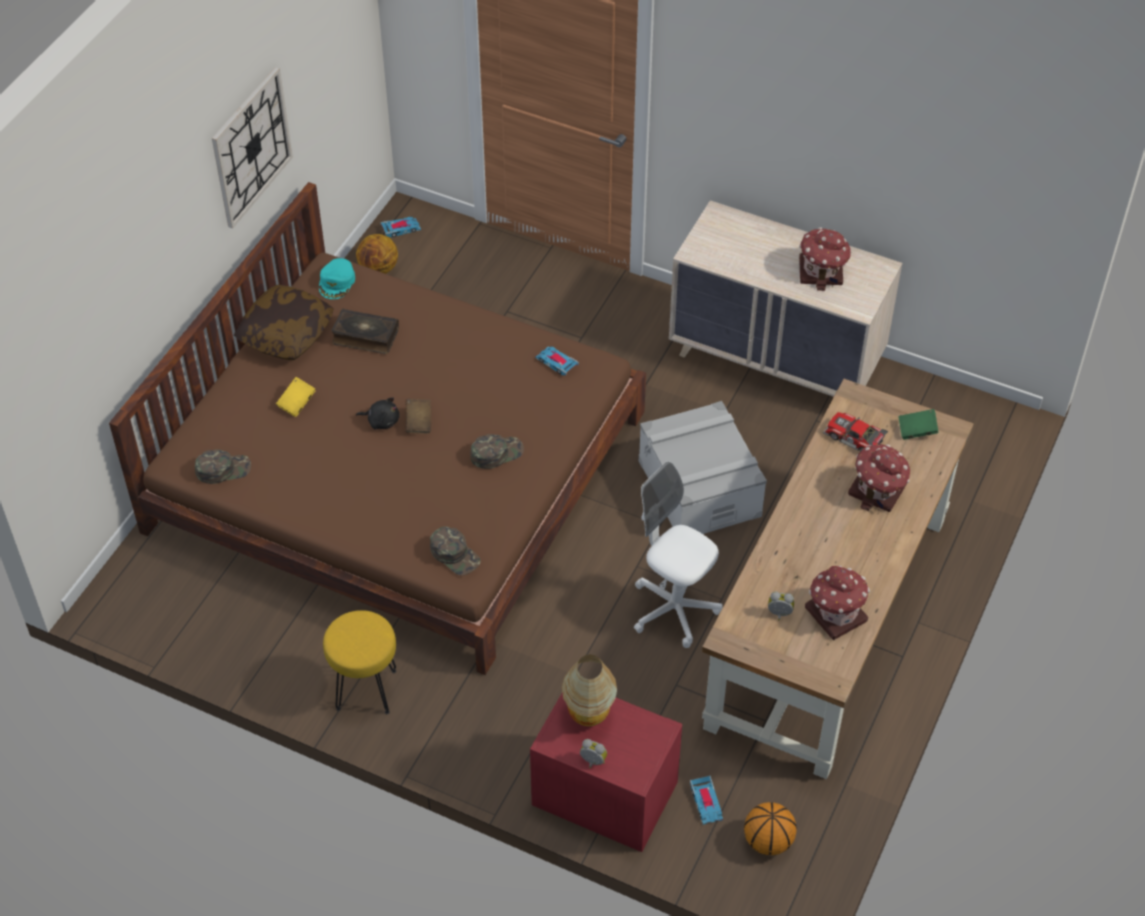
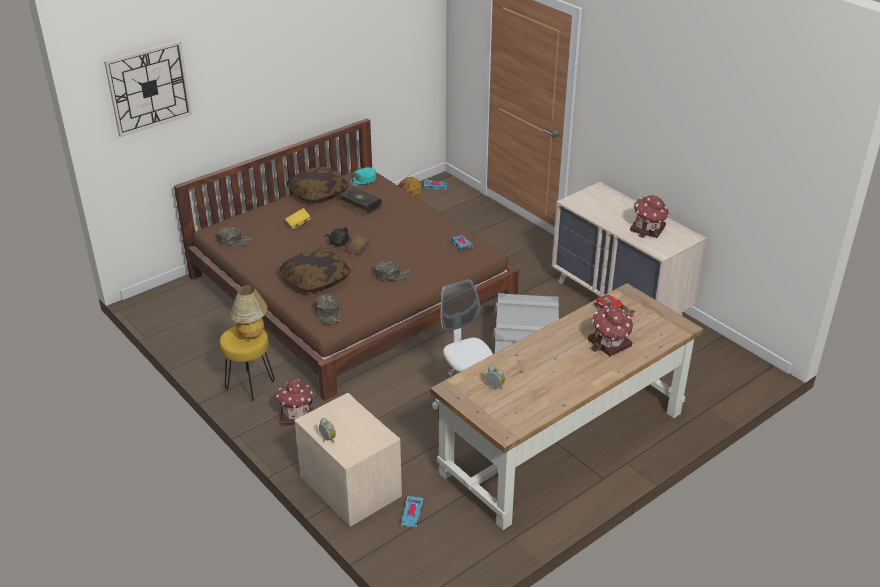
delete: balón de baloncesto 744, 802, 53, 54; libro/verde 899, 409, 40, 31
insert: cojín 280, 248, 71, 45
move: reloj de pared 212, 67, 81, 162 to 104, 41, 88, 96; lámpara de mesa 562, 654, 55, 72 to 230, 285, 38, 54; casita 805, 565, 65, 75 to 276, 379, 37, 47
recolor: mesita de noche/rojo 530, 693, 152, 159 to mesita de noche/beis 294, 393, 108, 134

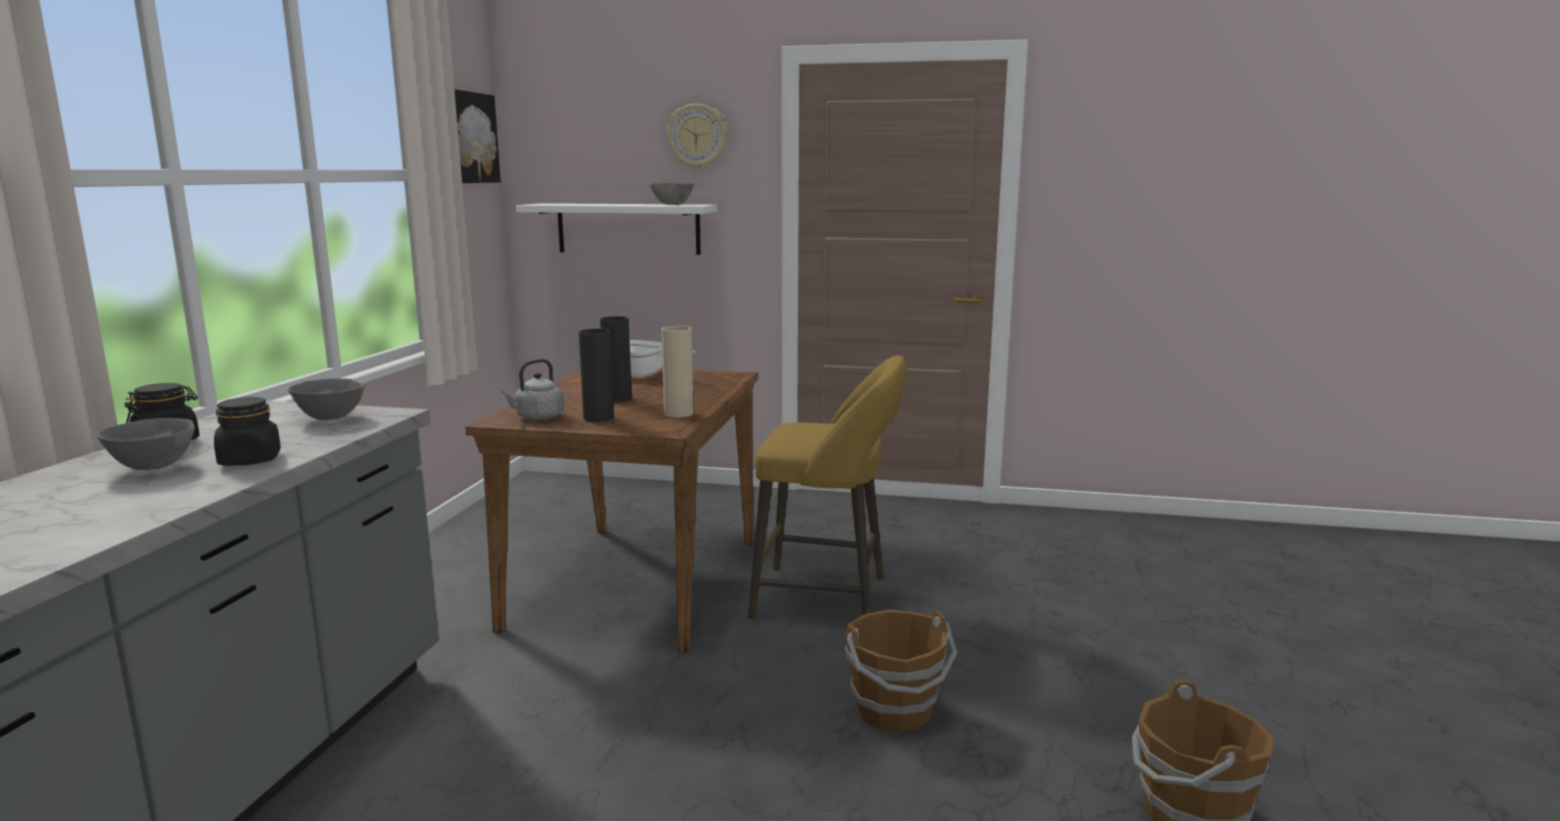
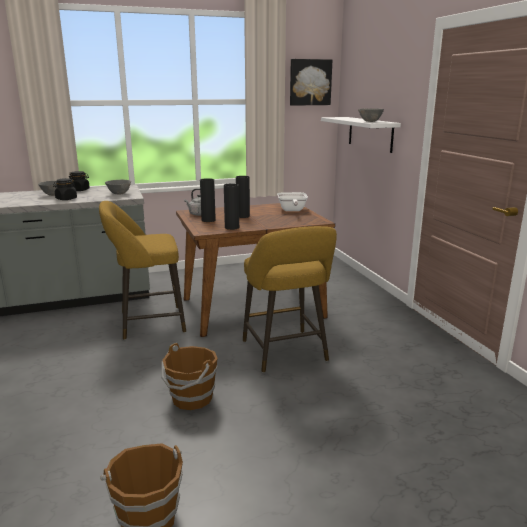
delete: reloj de pared 666, 104, 61, 66
insert: taburete/amarillo 99, 201, 87, 139
recolor: florero/beis 661, 326, 33, 92 to florero/negro 224, 184, 15, 46

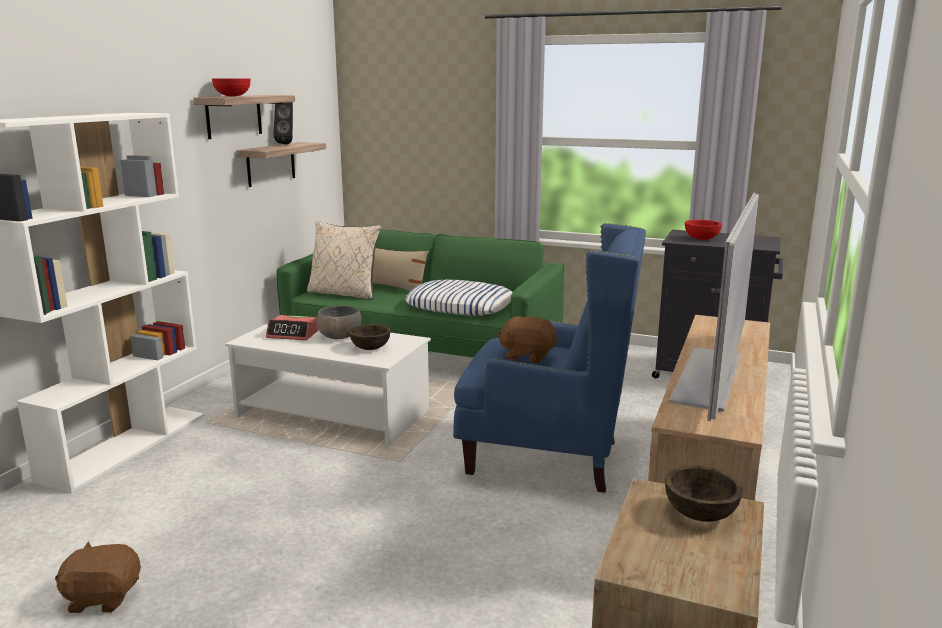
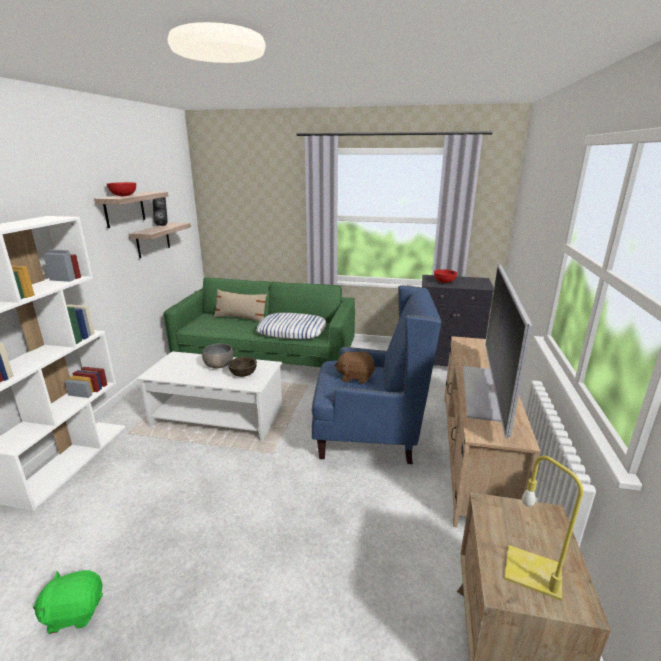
delete: despertador 266, 315, 53, 25; cojín/beis 307, 221, 74, 79; cuenco/marrón 665, 466, 78, 56
insert: lámpara de mesa/amarillo 504, 456, 79, 145
recolor: peluche/marrón 55, 541, 86, 72 to peluche/verde 33, 570, 70, 64

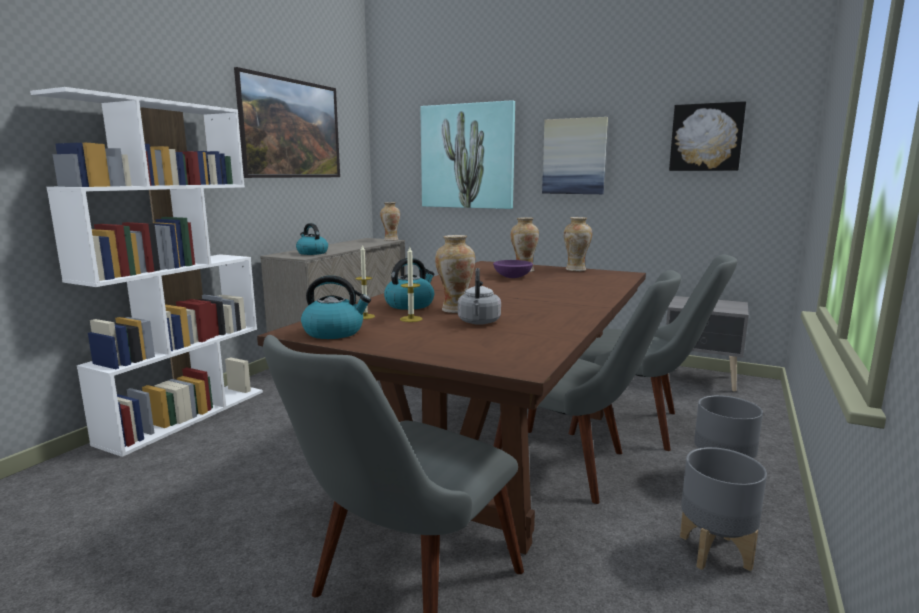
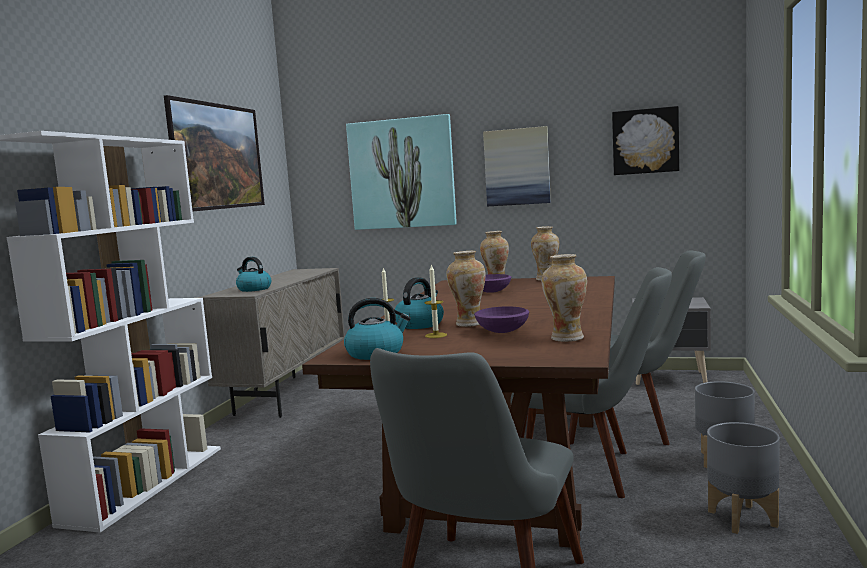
move: florero 380, 202, 20, 39 to 542, 254, 45, 88
replace: hervidor/gris 458, 268, 43, 57 to cuenco/morado 474, 306, 55, 27

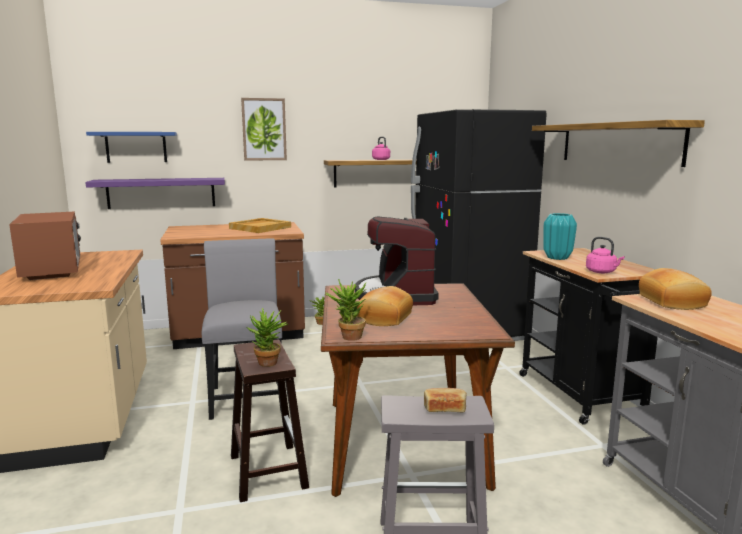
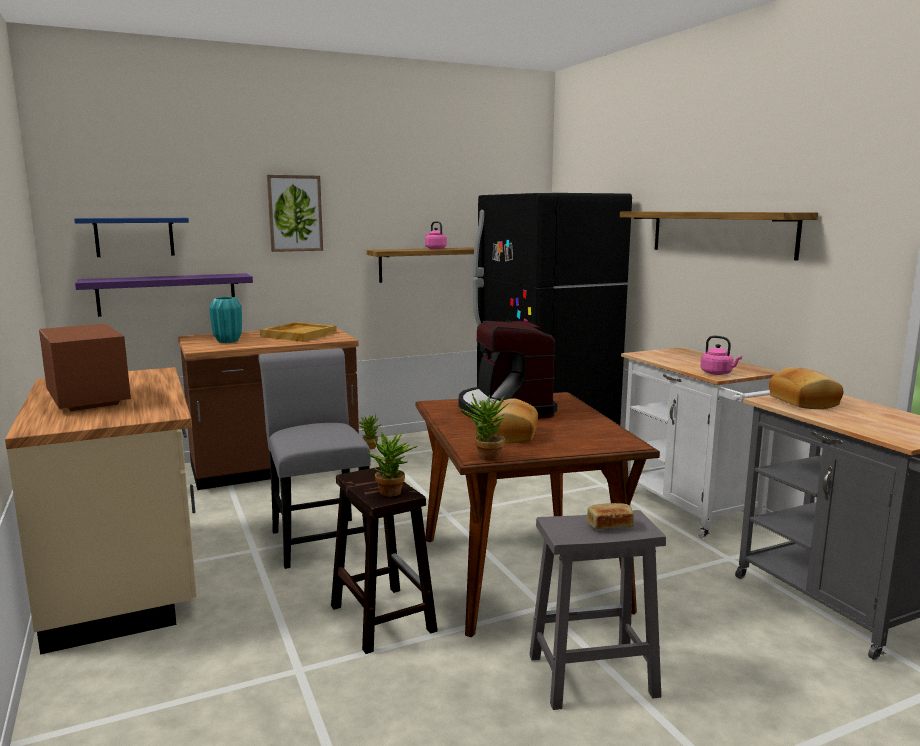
move: florero/turquesa 543, 213, 34, 47 to 209, 297, 33, 46
recolor: carrito/negro 519, 248, 139, 177 to carrito/blanco 621, 347, 159, 192

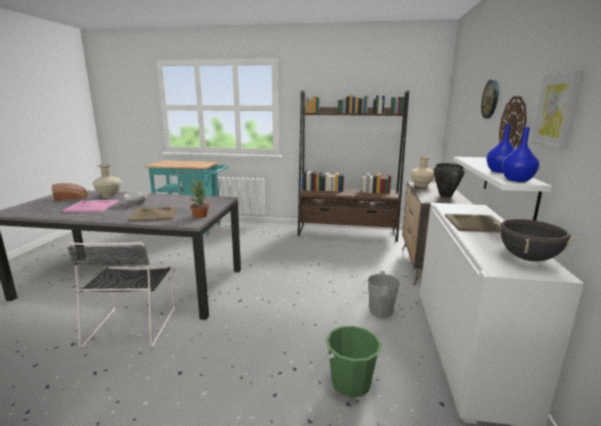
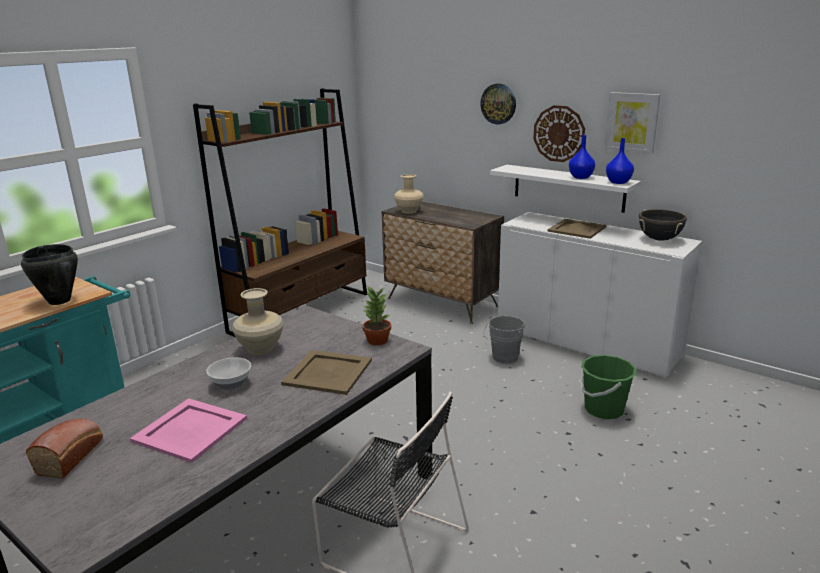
move: florero/beis 93, 164, 29, 34 to 232, 288, 52, 67; olla/negro 434, 163, 31, 34 to 21, 244, 57, 61

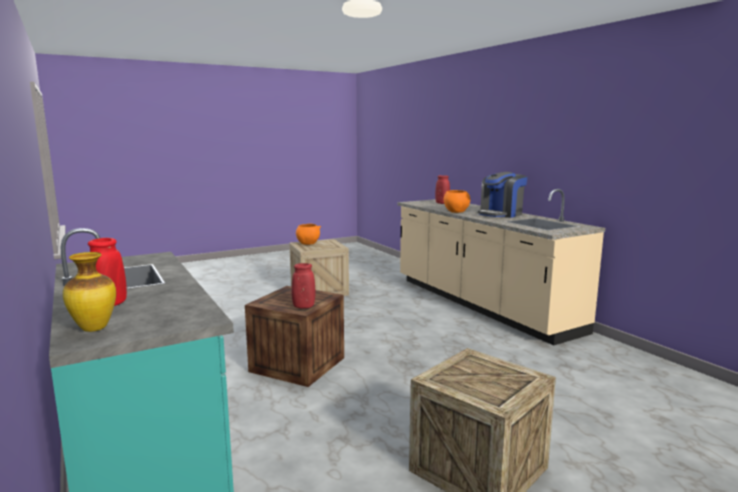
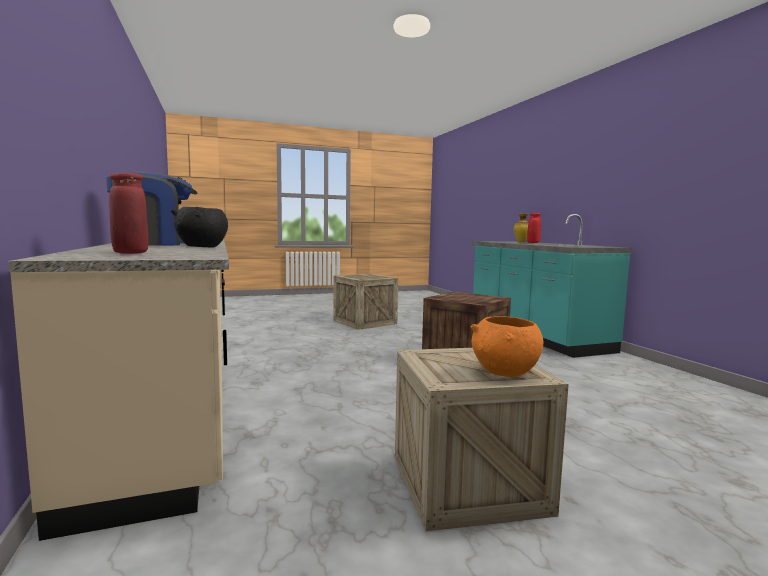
delete: florero/rojo 291, 263, 25, 46
recolor: cuenco/naranja 444, 190, 26, 23 to cuenco/negro 171, 207, 57, 40

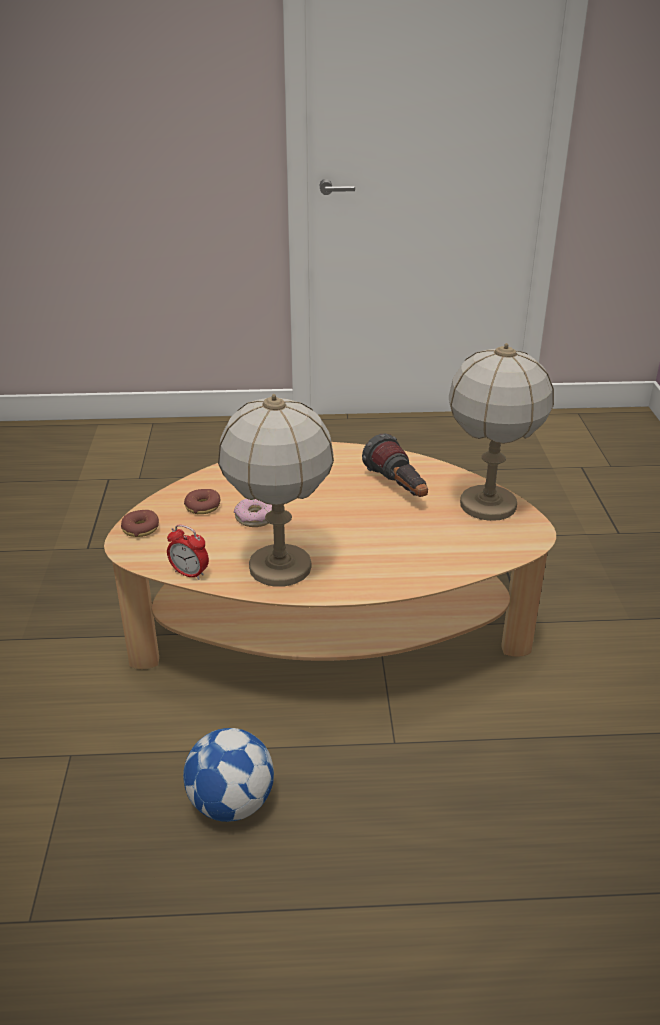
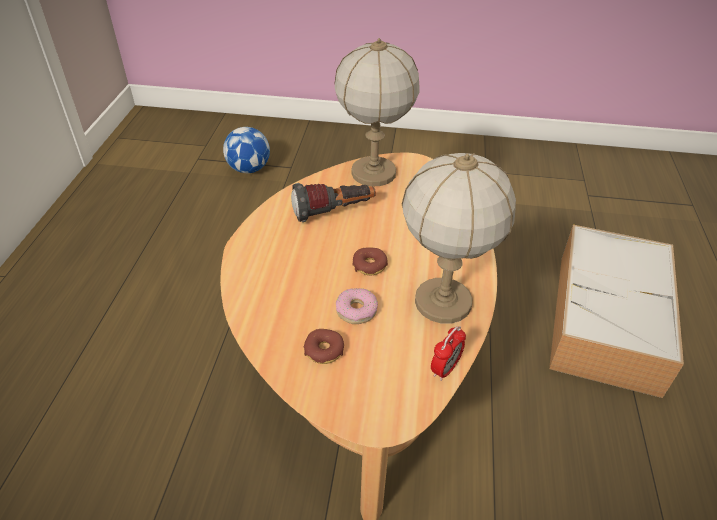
insert: caja de almacenaje 549, 224, 135, 174
move: rosquilla 121, 510, 38, 27 to 352, 247, 36, 28; balón de fútbol 183, 728, 91, 94 to 223, 127, 47, 46

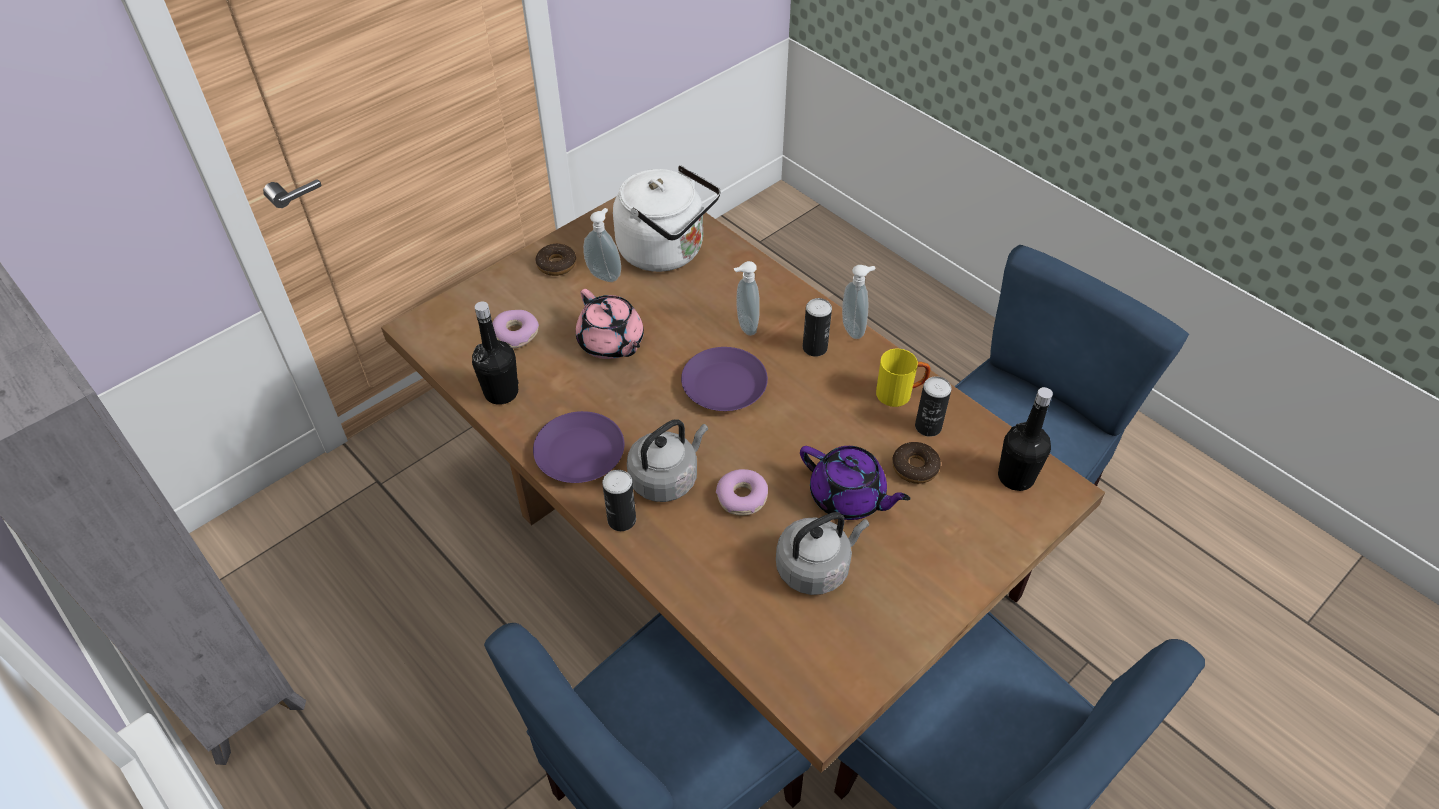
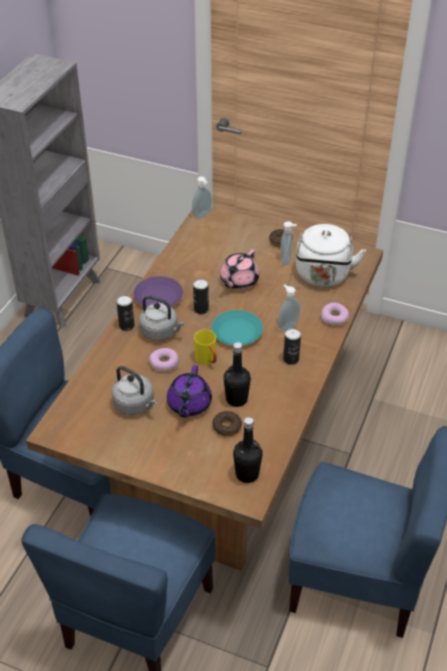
move: botella/negro 472, 302, 46, 103 to 224, 342, 27, 65; rosquilla 493, 310, 46, 38 to 321, 303, 28, 23; dispensador de jabón 842, 265, 33, 74 to 192, 176, 20, 43; taza grande/amarillo 876, 349, 55, 58 to 194, 330, 22, 35; lata 915, 376, 36, 61 to 193, 279, 16, 35
recolor: plato/morado 681, 347, 87, 64 to plato/turquesa 212, 310, 51, 35

